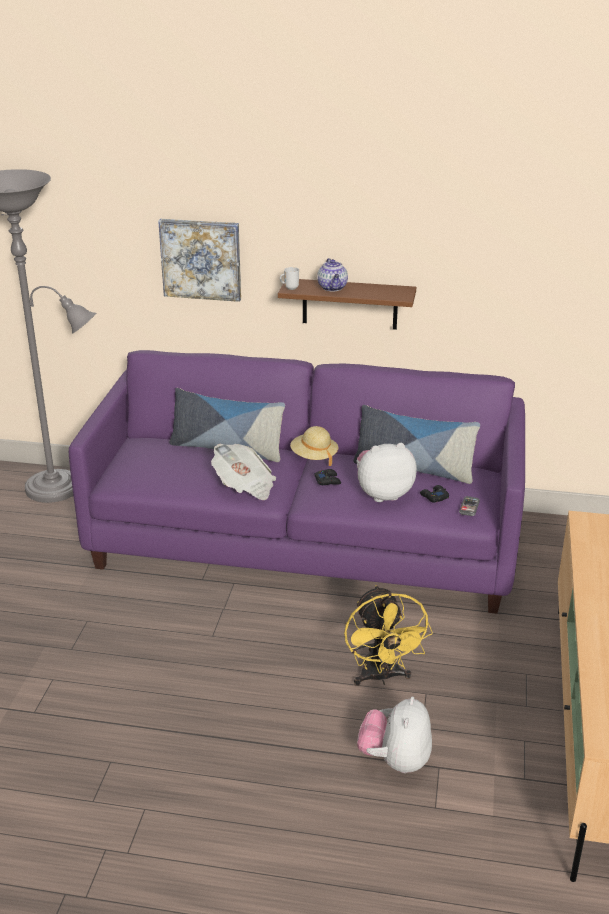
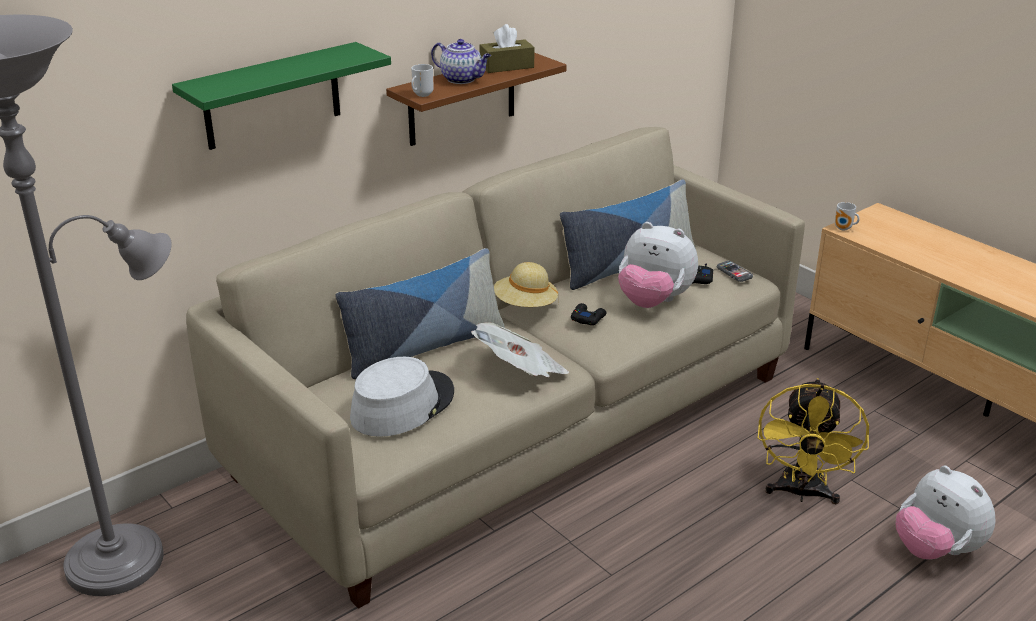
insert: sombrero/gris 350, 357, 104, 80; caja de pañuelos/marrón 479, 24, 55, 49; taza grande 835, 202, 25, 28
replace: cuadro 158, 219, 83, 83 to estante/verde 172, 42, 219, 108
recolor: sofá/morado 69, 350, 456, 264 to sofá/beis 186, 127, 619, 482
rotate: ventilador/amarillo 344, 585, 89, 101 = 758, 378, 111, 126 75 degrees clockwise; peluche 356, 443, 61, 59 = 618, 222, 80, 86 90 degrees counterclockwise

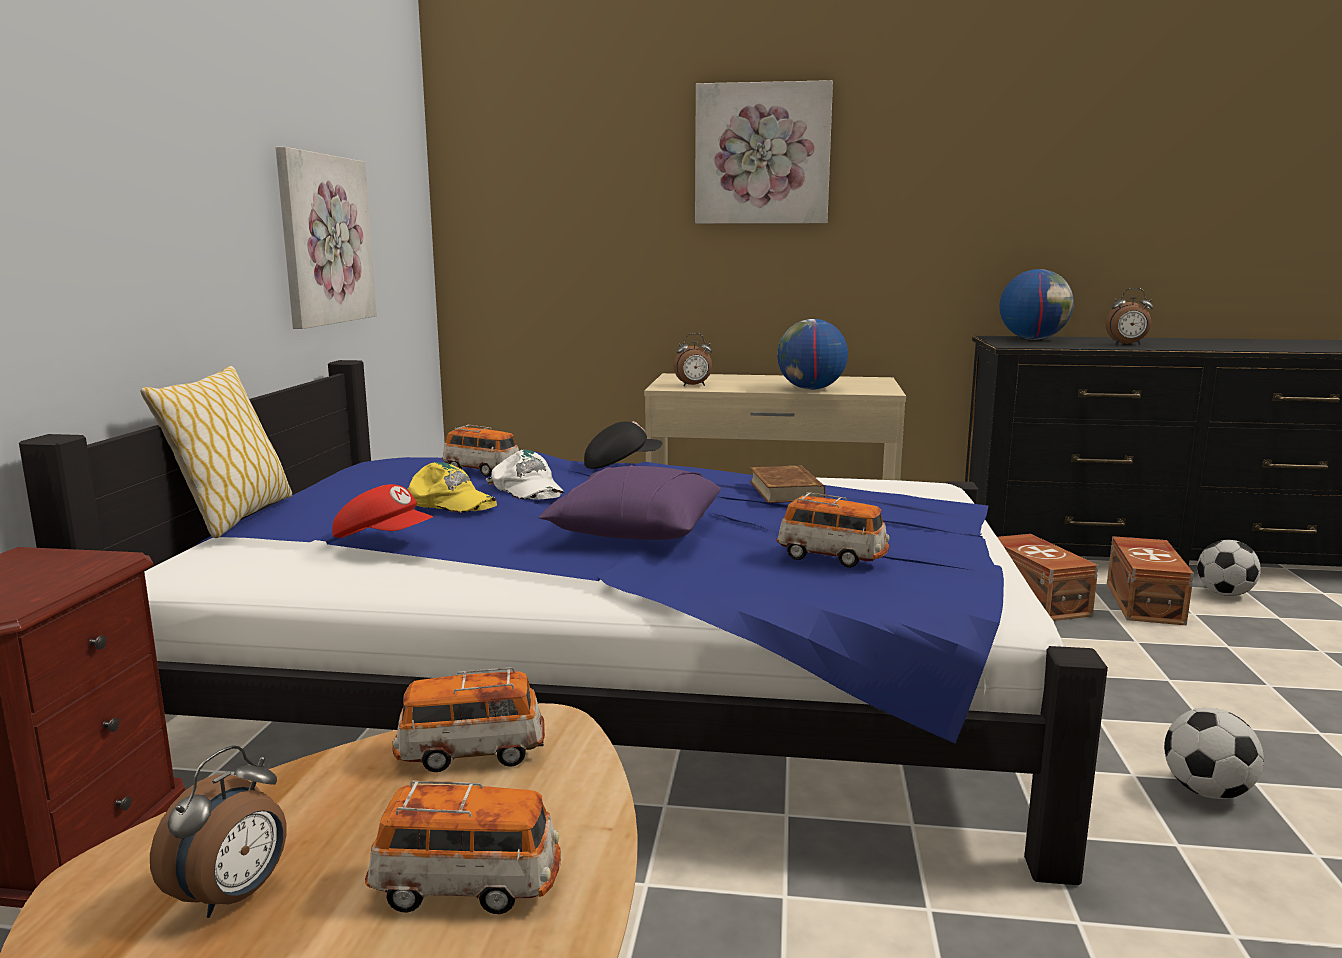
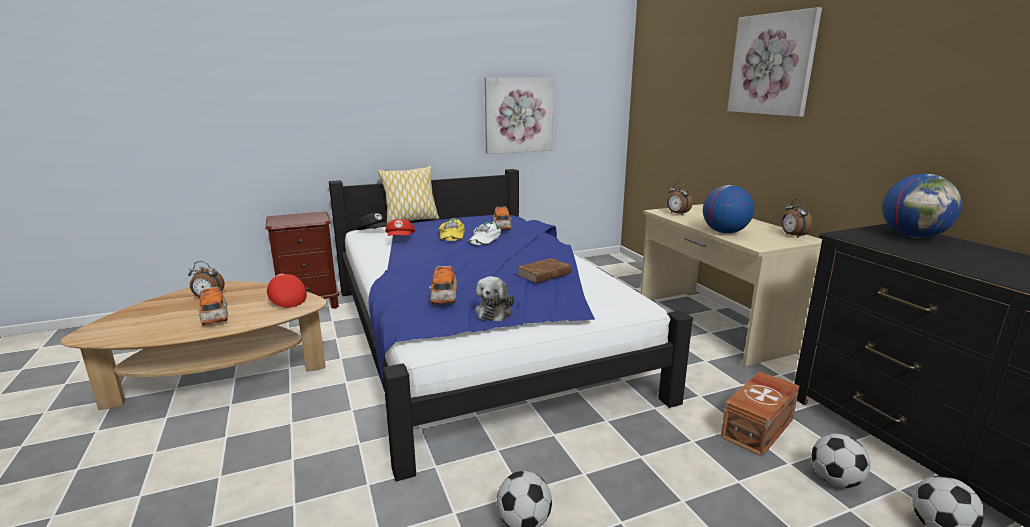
delete: cojín/morado 538, 465, 183, 75
insert: peluche 475, 276, 39, 46
move: gorra/negro 584, 421, 78, 48 to 357, 213, 30, 17; despertador 1106, 288, 47, 57 to 781, 199, 31, 39
replace: coche de juguete 392, 667, 153, 105 to gorra/rojo 267, 274, 40, 34; caja de almacenaje/marrón 1107, 536, 87, 89 to balón de fútbol 811, 433, 59, 55

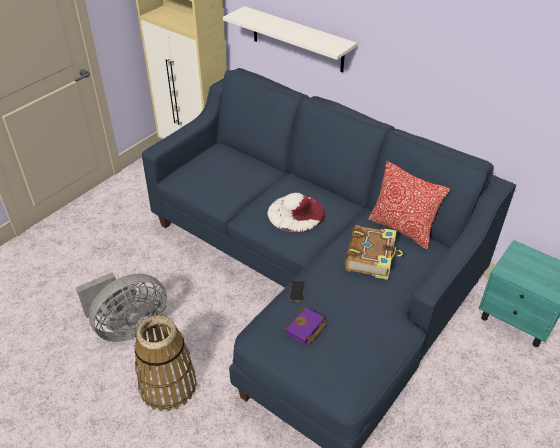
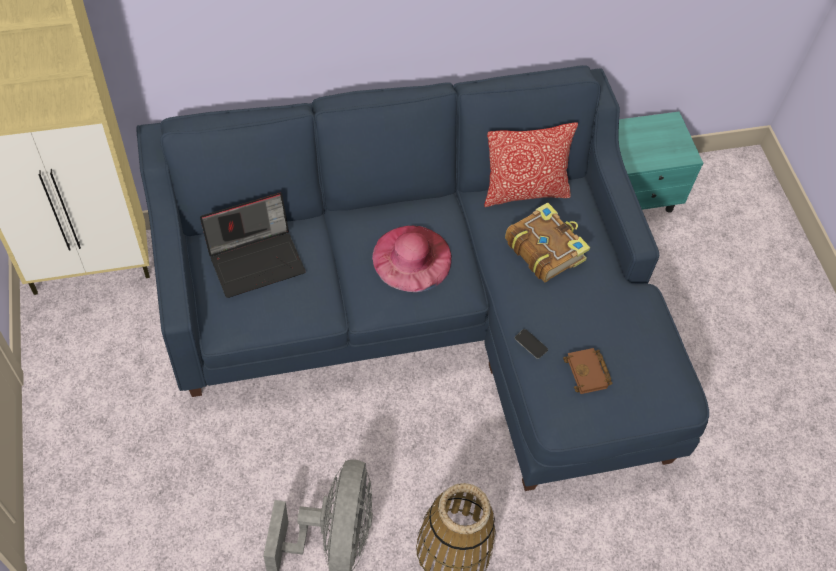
delete: estante/blanco 223, 6, 134, 67
insert: portátil 200, 193, 106, 105
recolor: sombrero/blanco 267, 193, 58, 40 to sombrero/rosa 372, 226, 80, 66; libro/morado 283, 307, 45, 37 to libro/marrón 563, 348, 50, 46

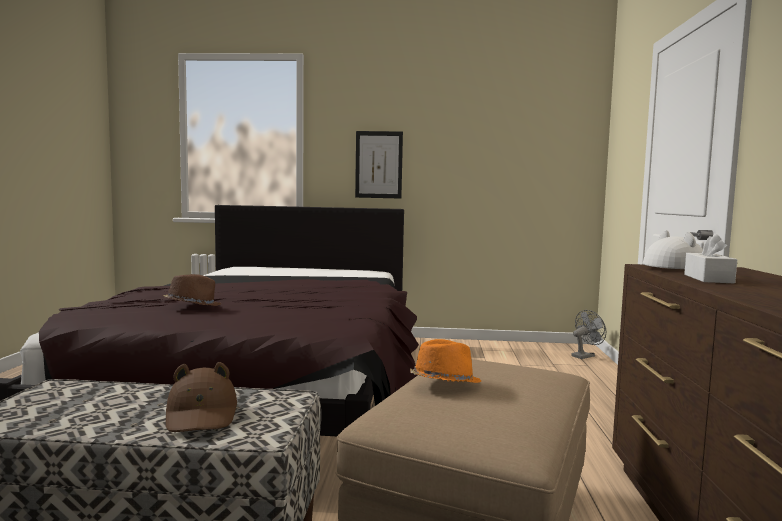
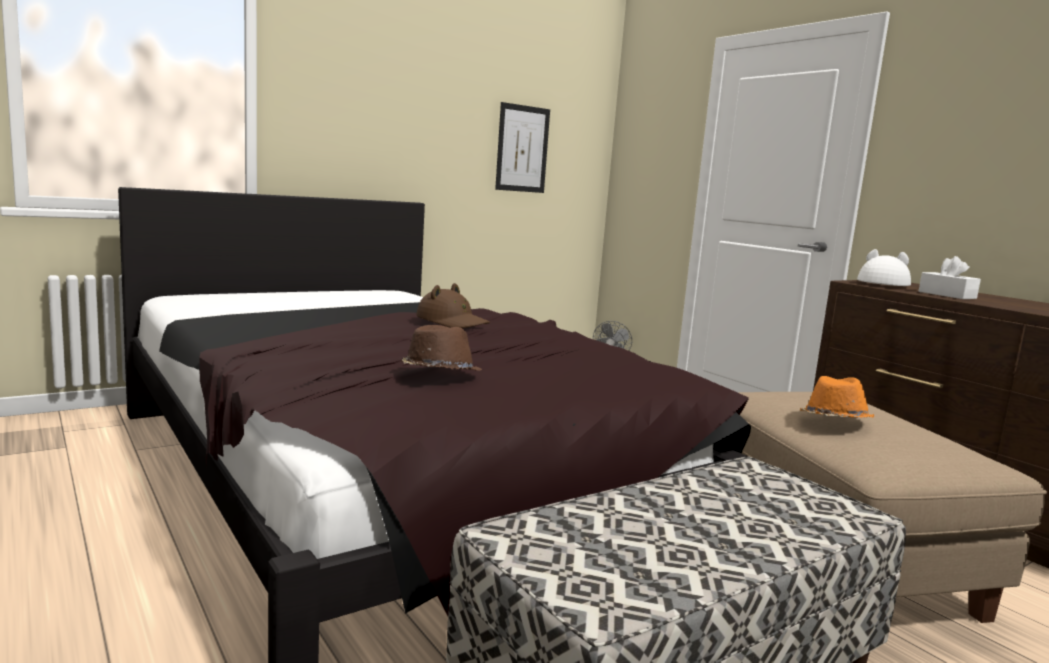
move: sombrero/marrón 166, 362, 71, 70 to 416, 283, 74, 45; cuadro 355, 131, 48, 67 to 495, 102, 55, 91

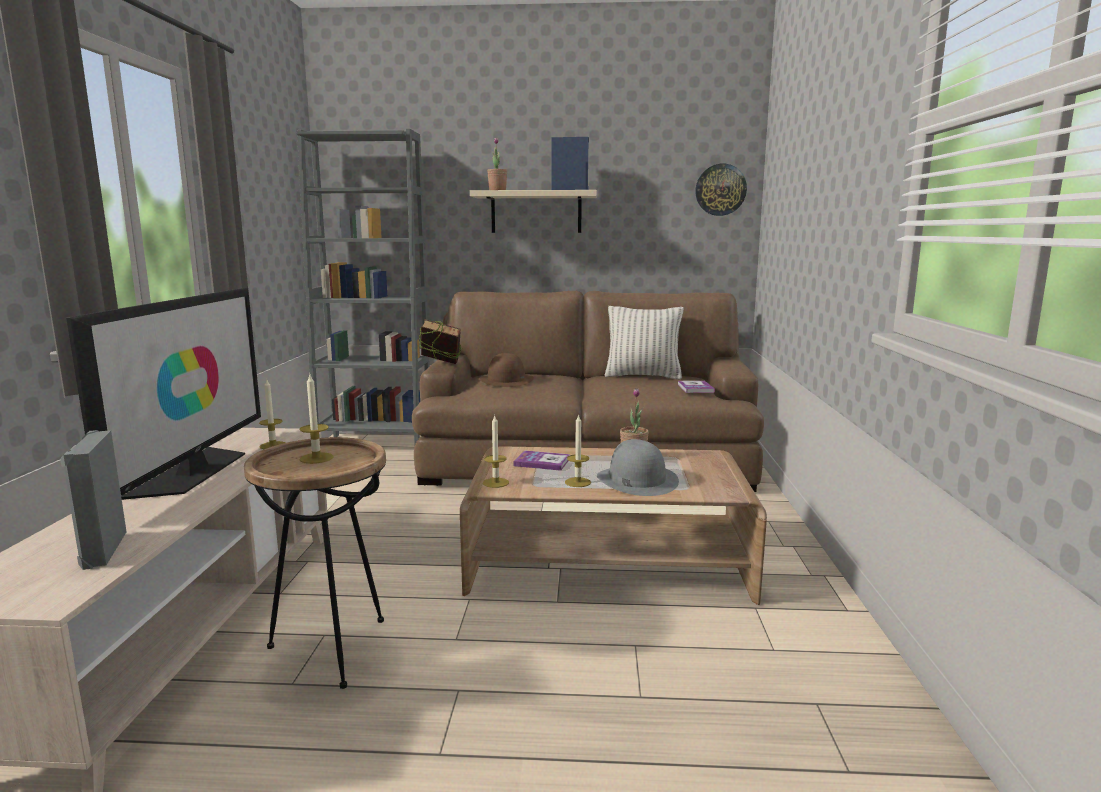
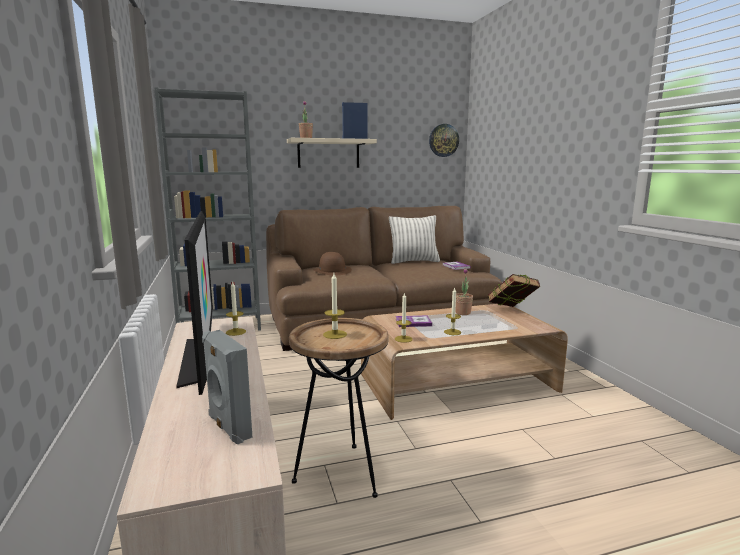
delete: sombrero/gris 597, 439, 82, 57
move: libro 419, 319, 43, 45 to 487, 274, 53, 33

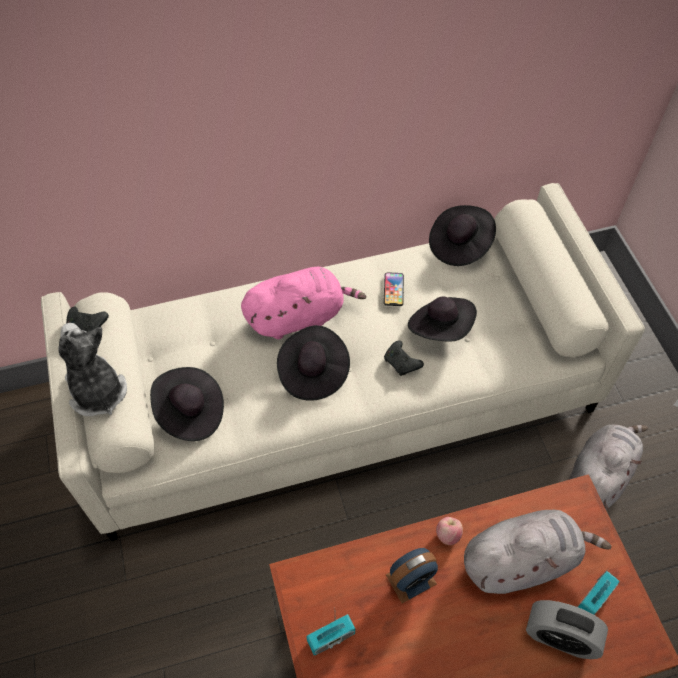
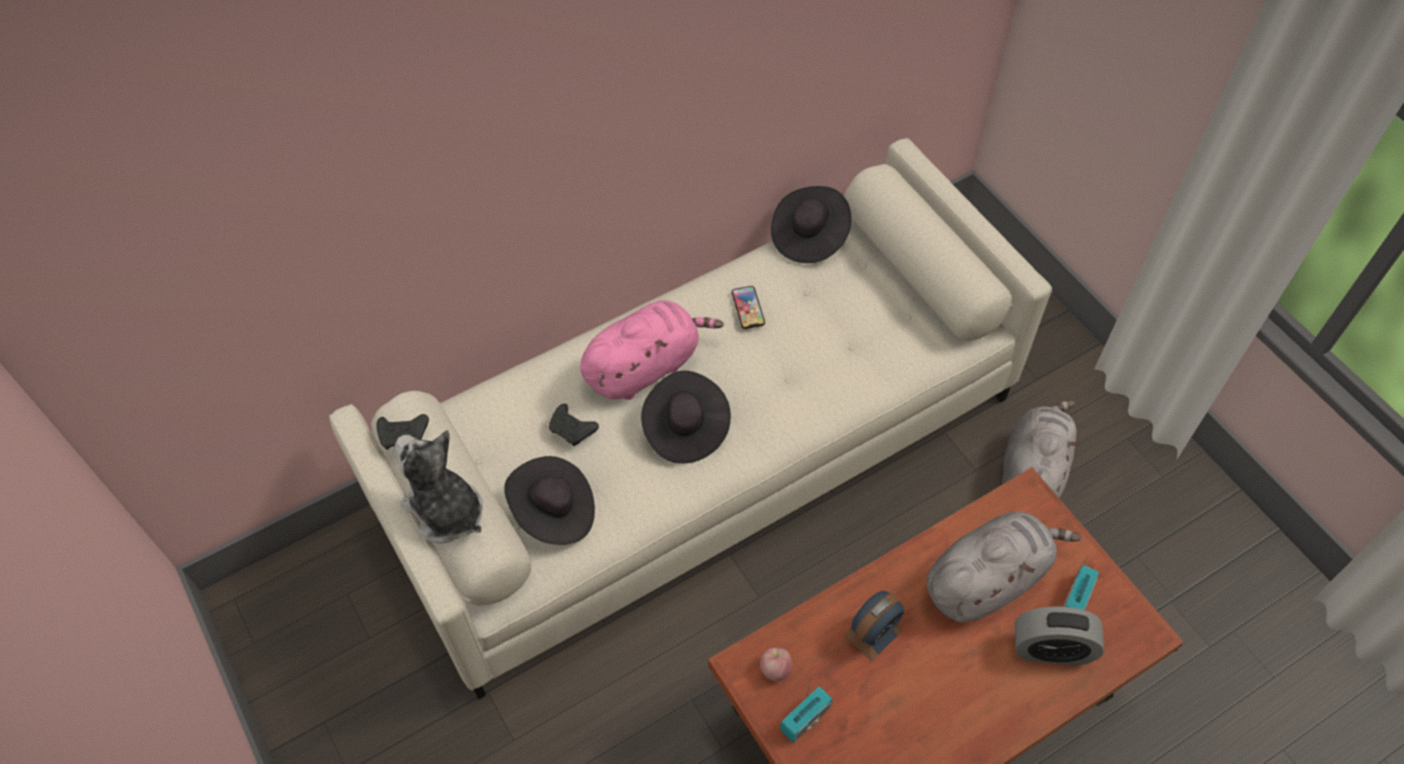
delete: sombrero/negro 408, 297, 69, 45
move: mando de consola/negro 384, 341, 40, 35 to 549, 404, 50, 42; manzana 436, 517, 27, 28 to 760, 647, 32, 35

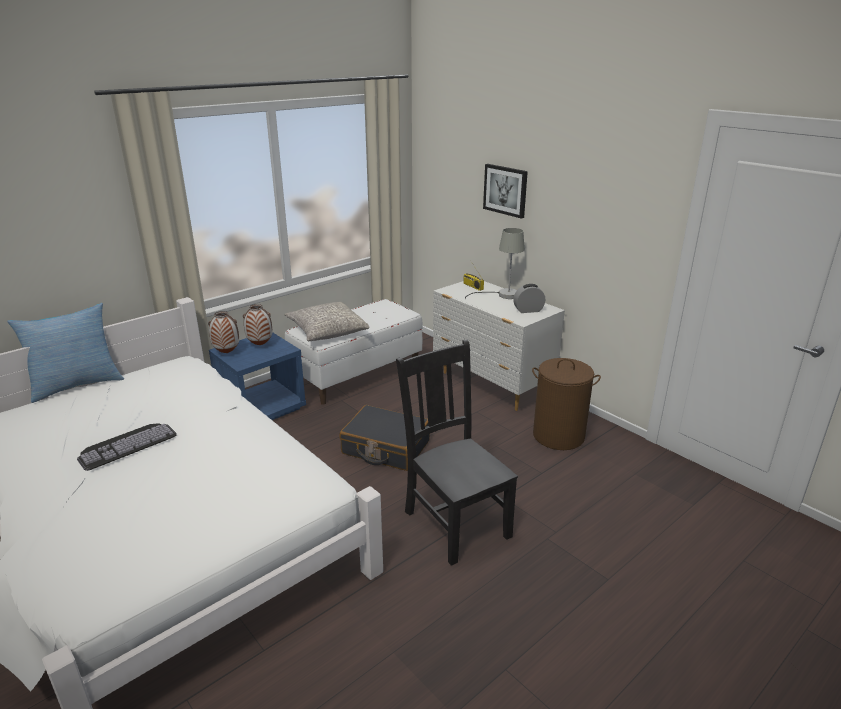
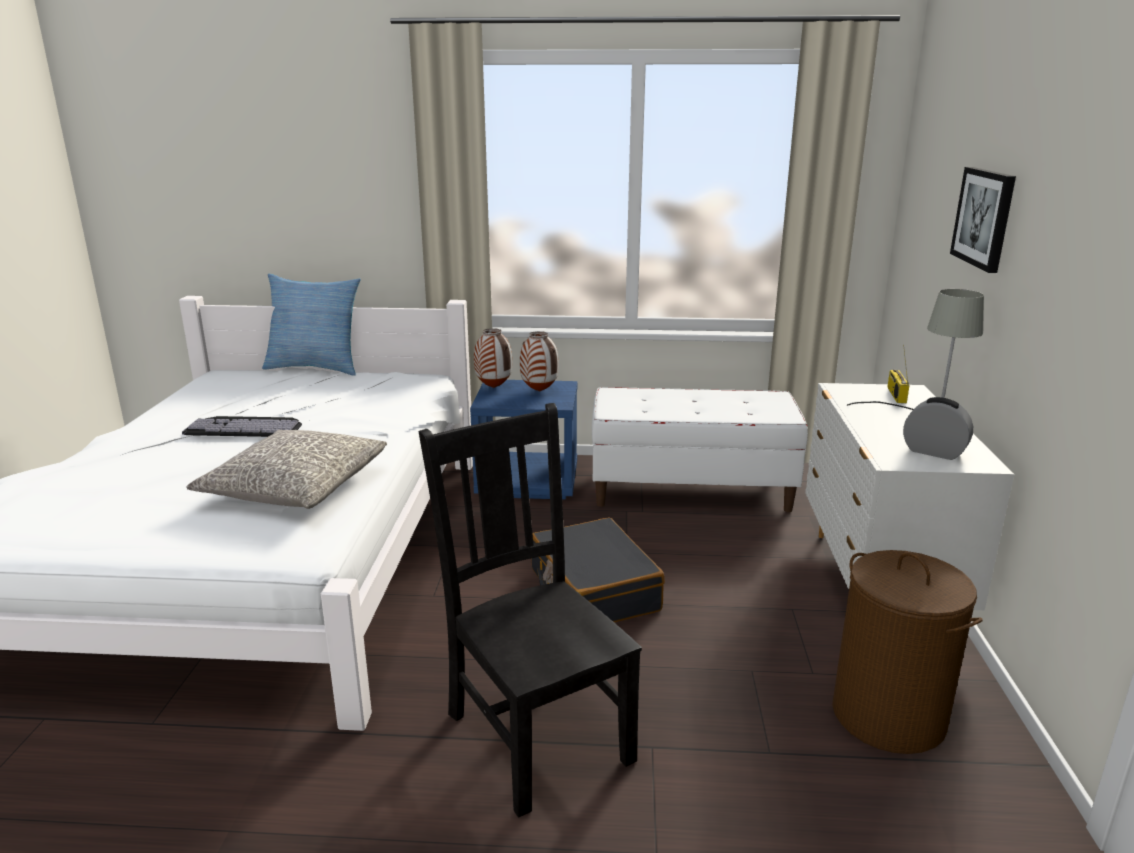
move: cojín/gris 284, 302, 86, 39 to 186, 430, 201, 79
rotate: silla/negro 396, 340, 122, 226 = 419, 403, 223, 415 45 degrees counterclockwise

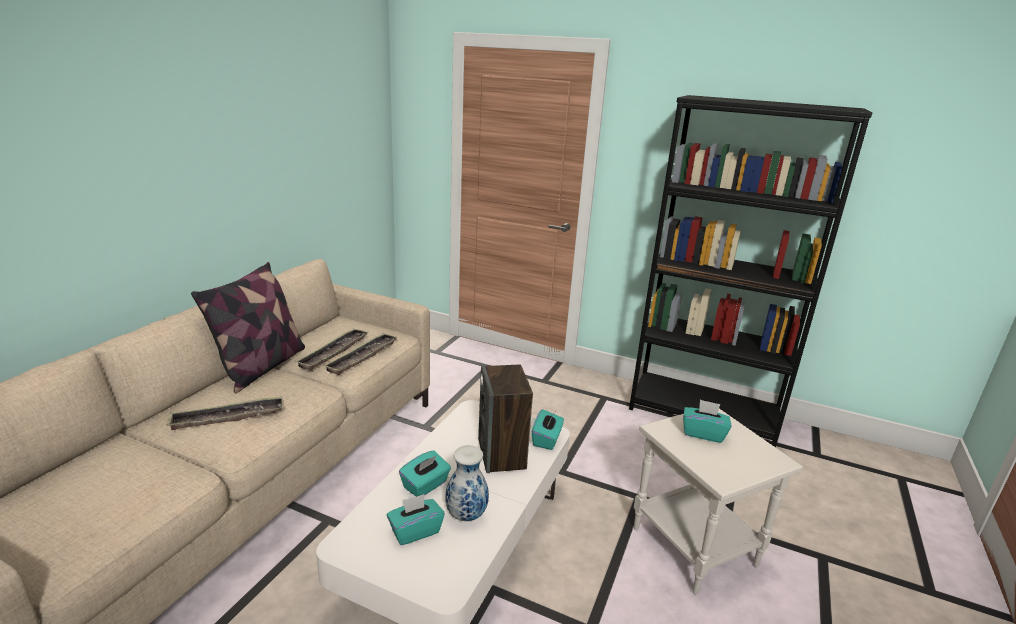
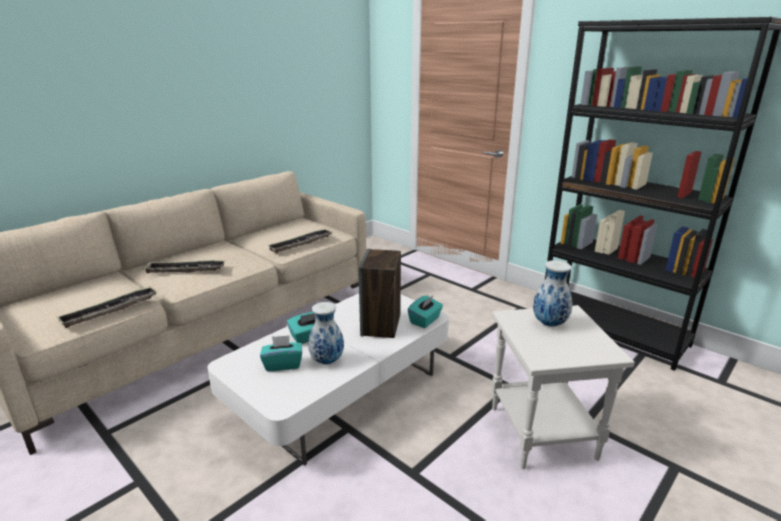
delete: cojín 191, 262, 114, 131
move: bandeja 296, 328, 72, 42 to 56, 286, 101, 42
replace: caja de pañuelos/turquesa 683, 399, 48, 44 to florero 533, 260, 39, 67

